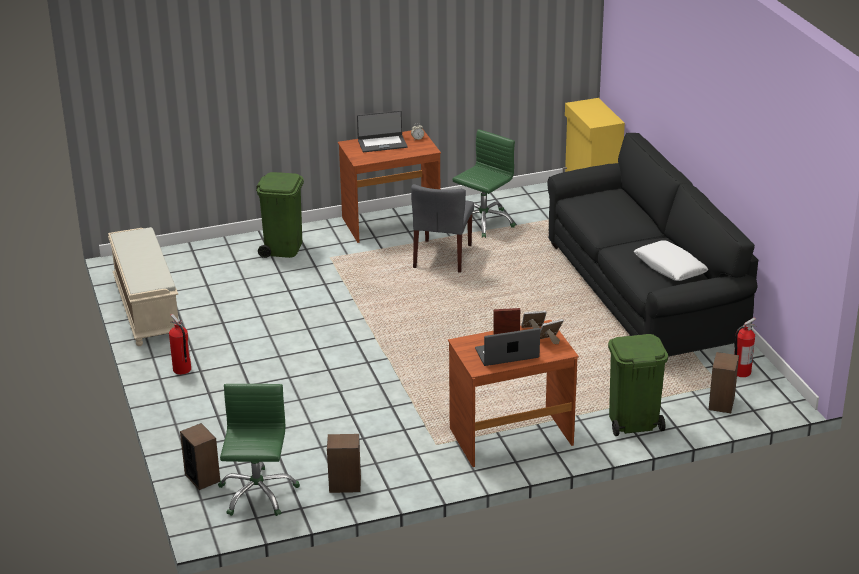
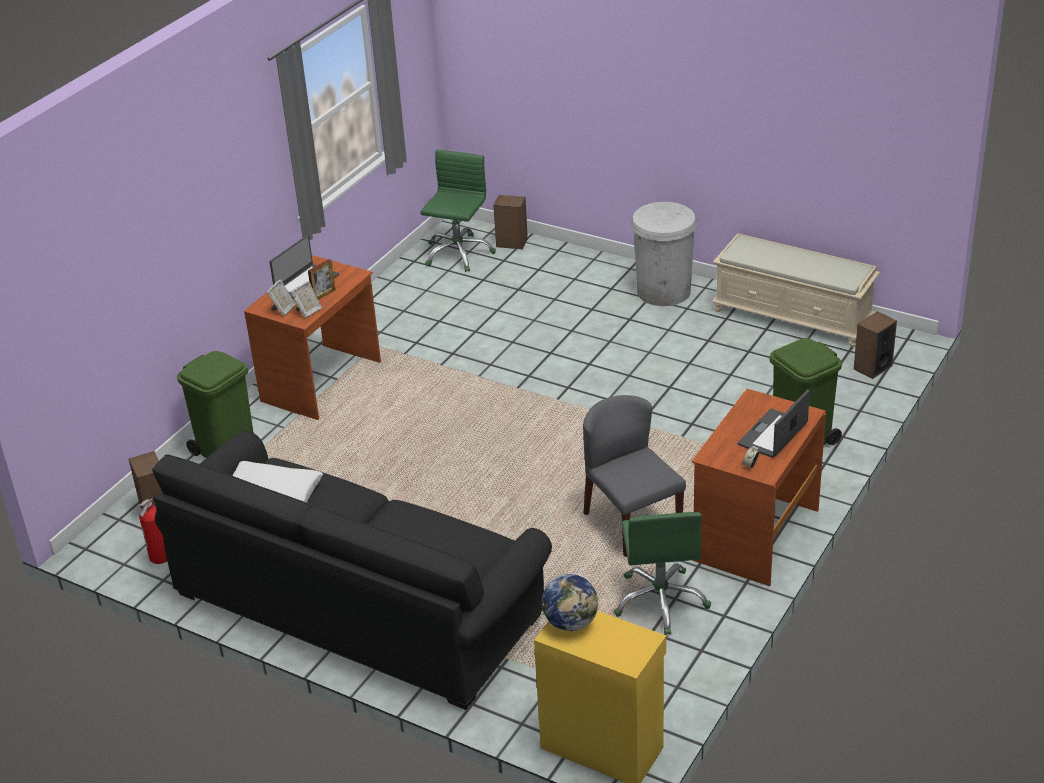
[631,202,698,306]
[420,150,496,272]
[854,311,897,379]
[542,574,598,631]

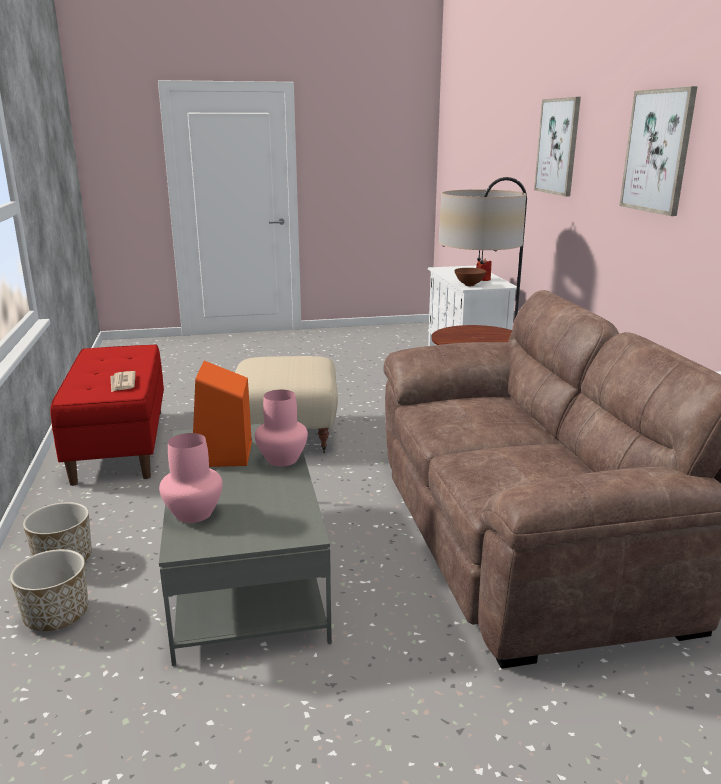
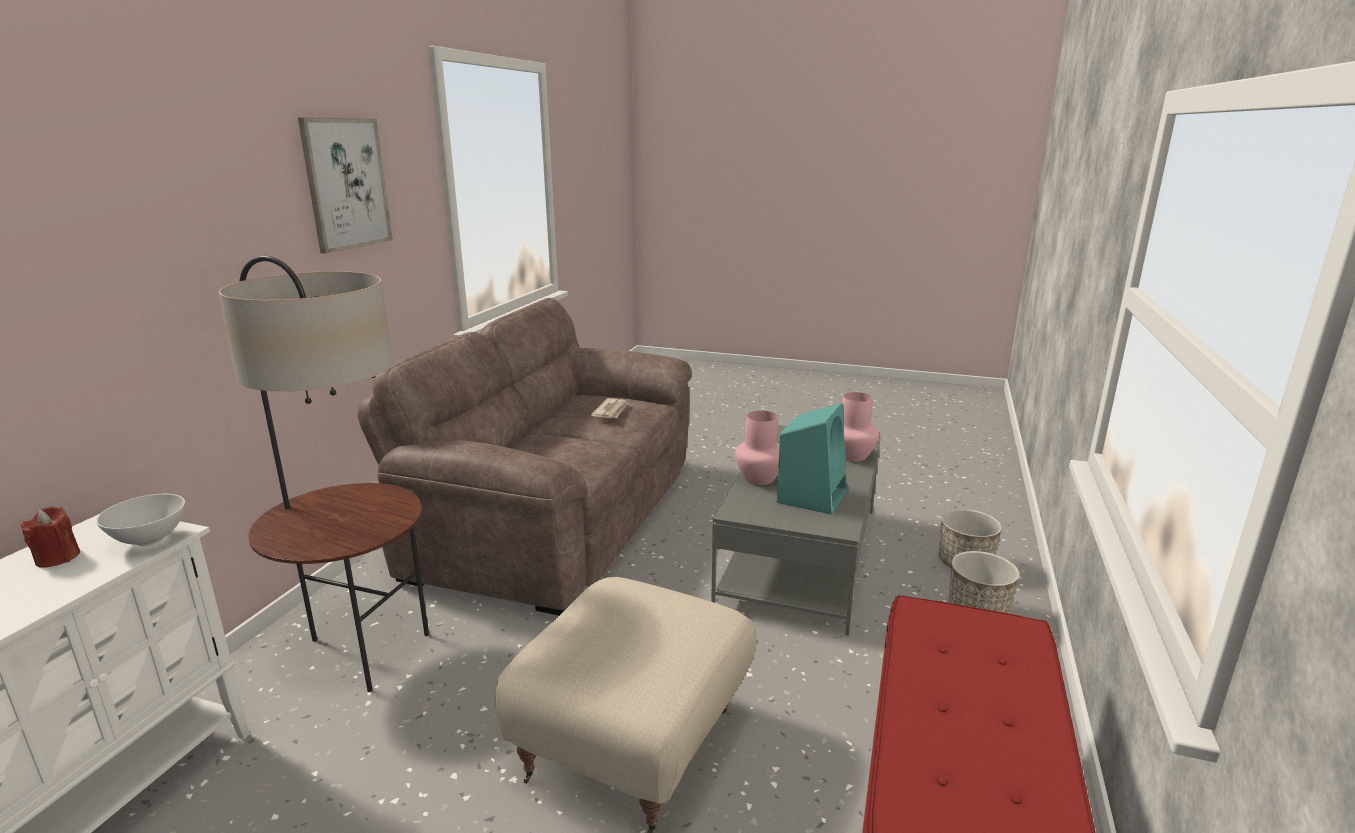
[534,97,581,197] (first image)
[96,494,185,546]
[777,403,847,514]
[591,398,628,418]

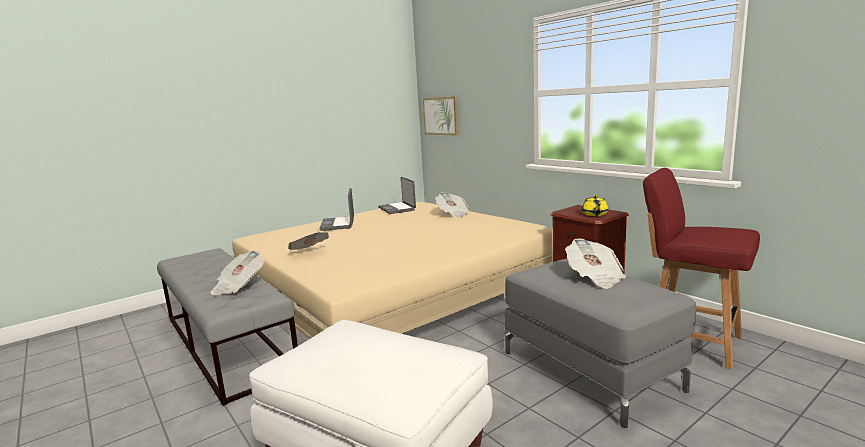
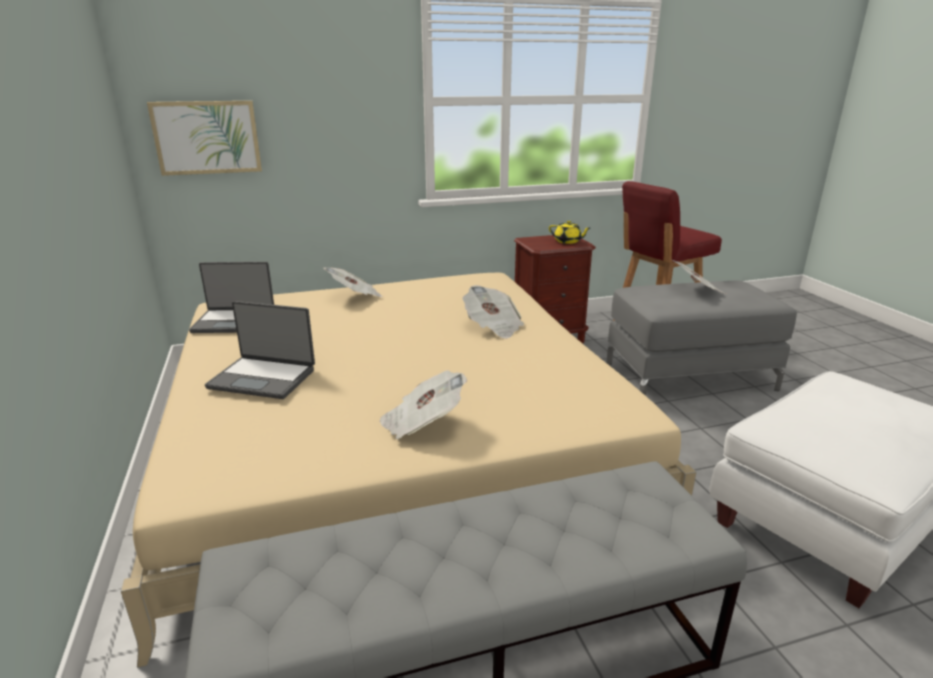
[463,285,524,339]

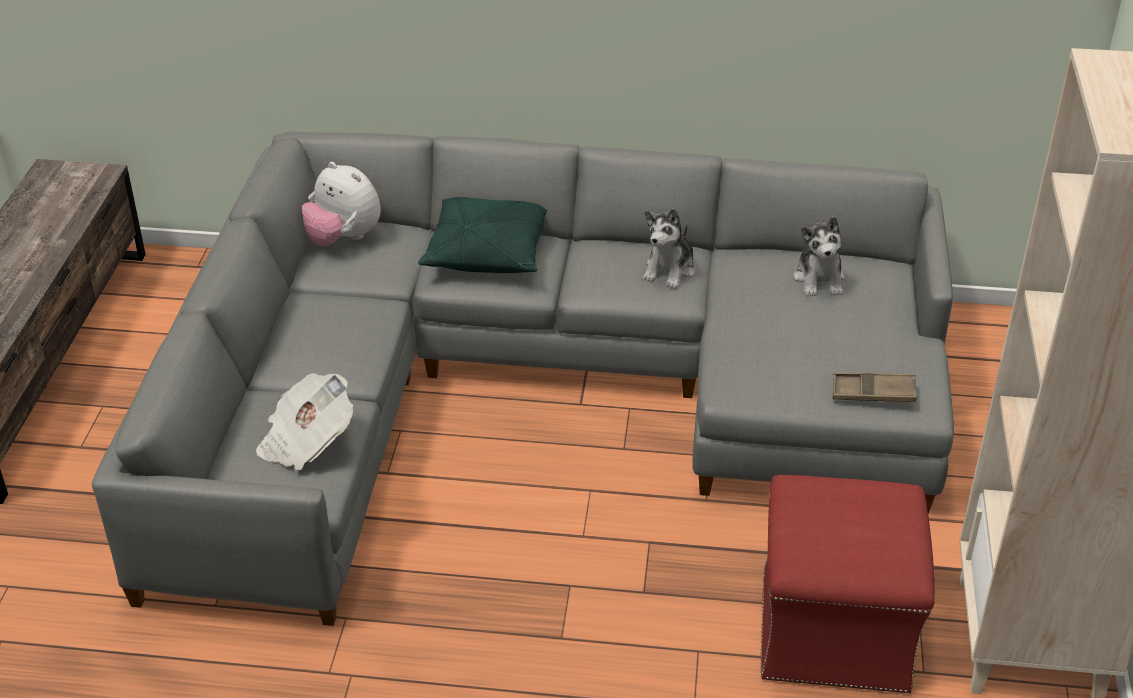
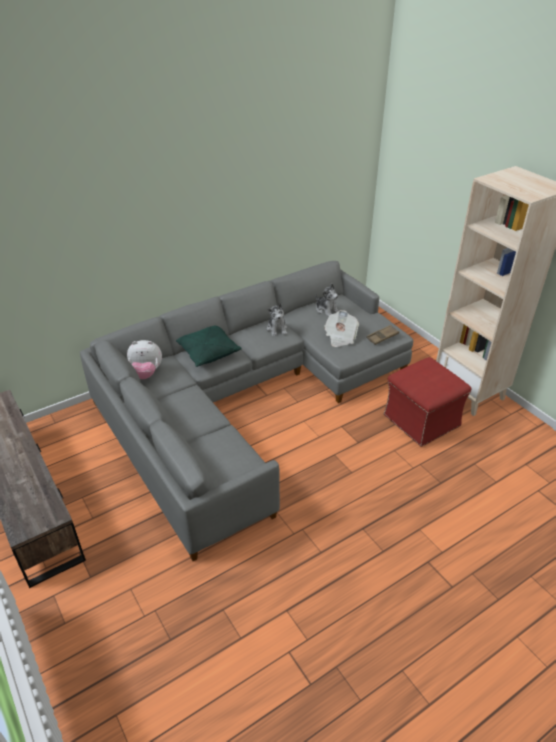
[324,310,359,347]

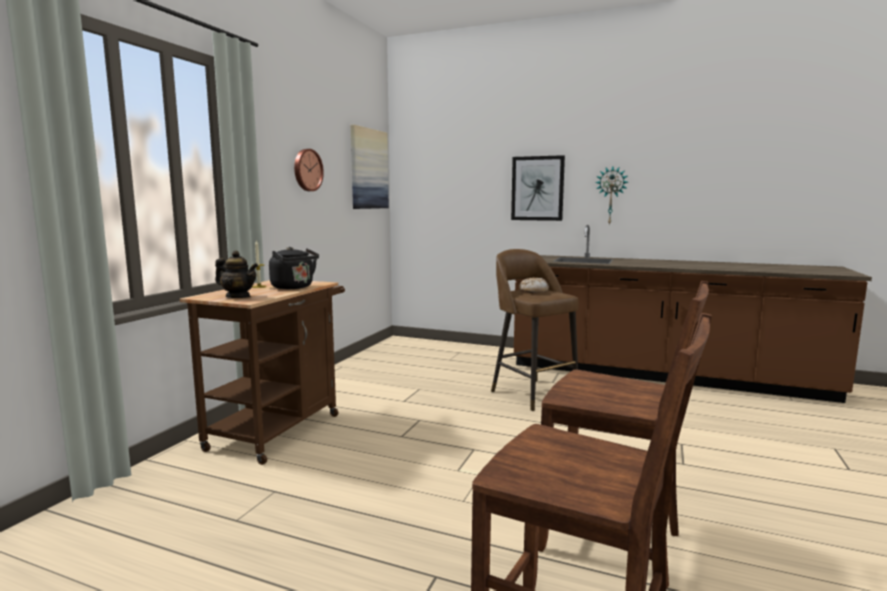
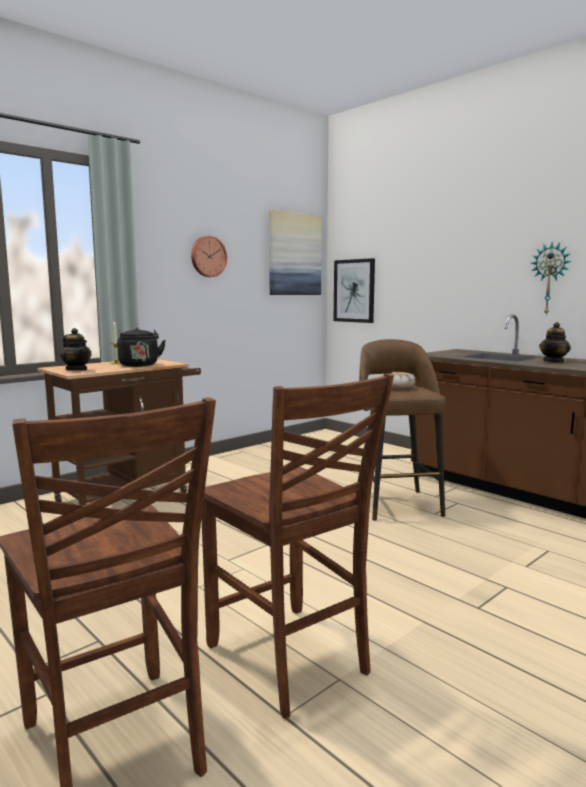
[334,258,375,323]
[539,322,571,363]

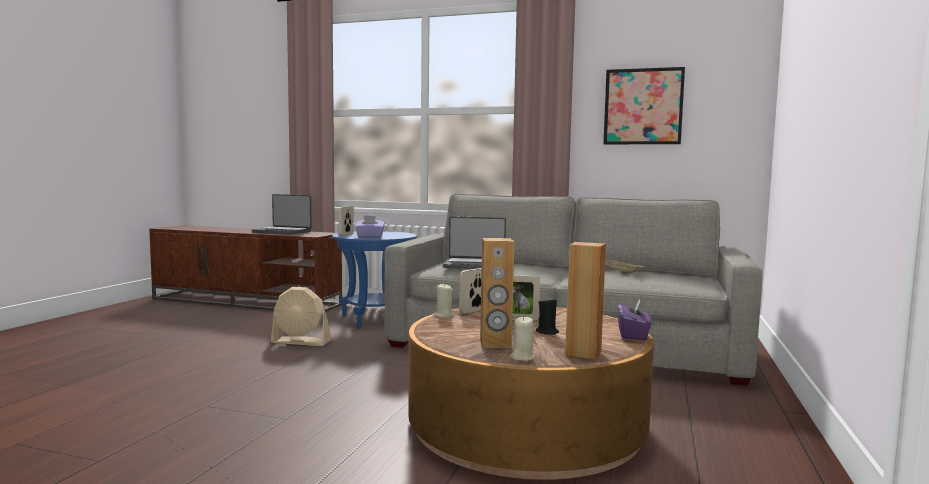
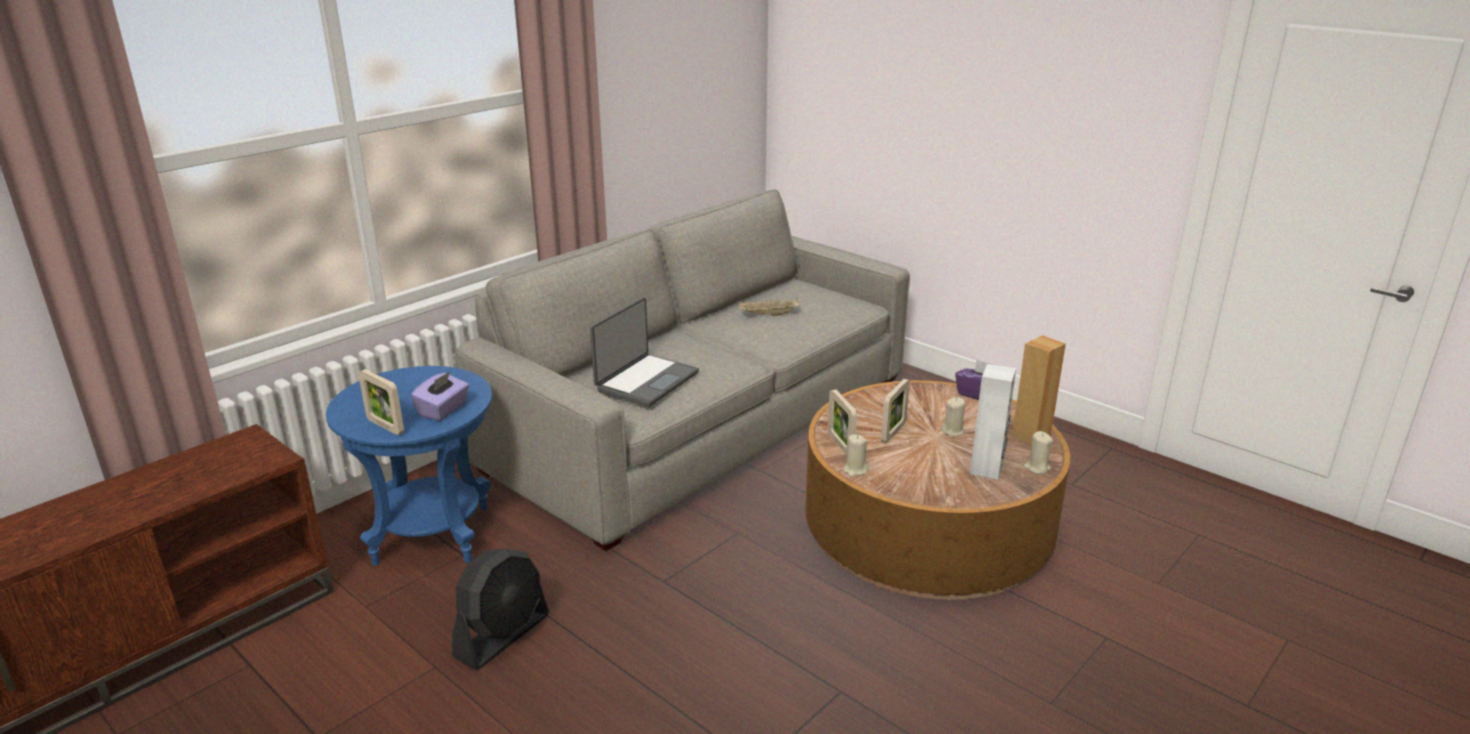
[603,67,685,144] (first image)
[252,194,312,235] (first image)
[970,364,1016,480]
[452,549,549,670]
[941,397,965,436]

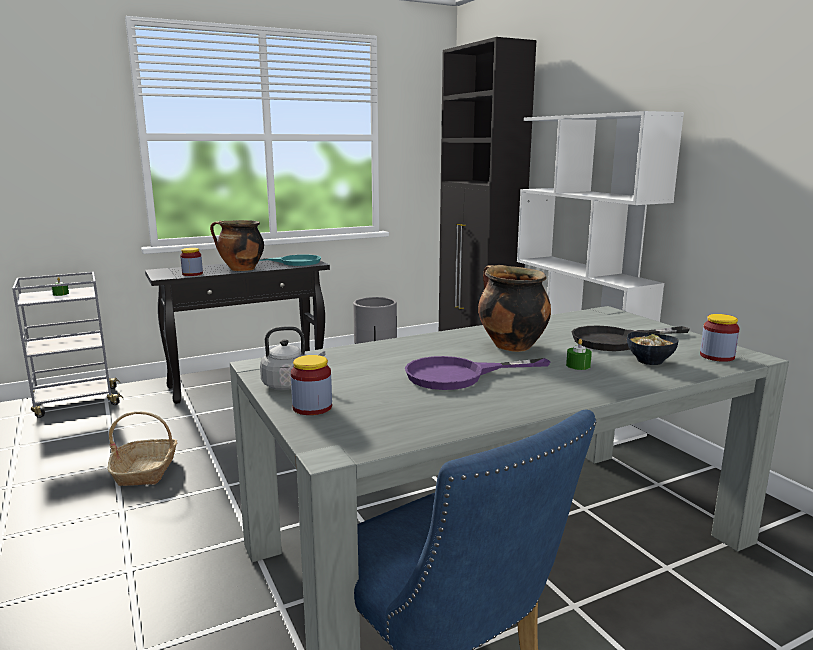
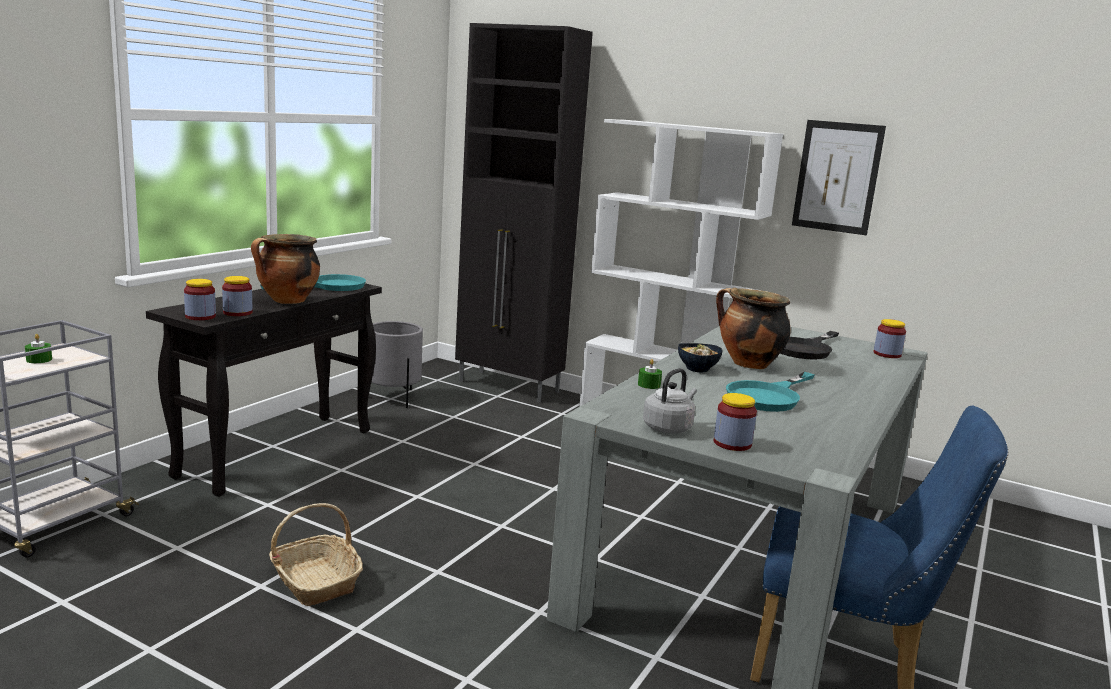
[678,343,723,372]
[638,359,662,389]
[726,372,815,412]
[792,120,886,235]
[184,279,216,320]

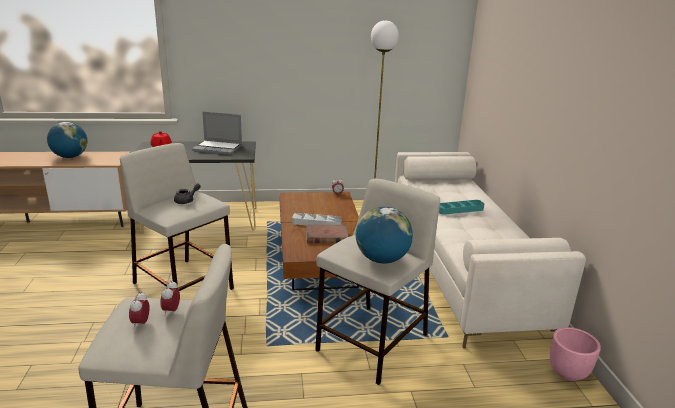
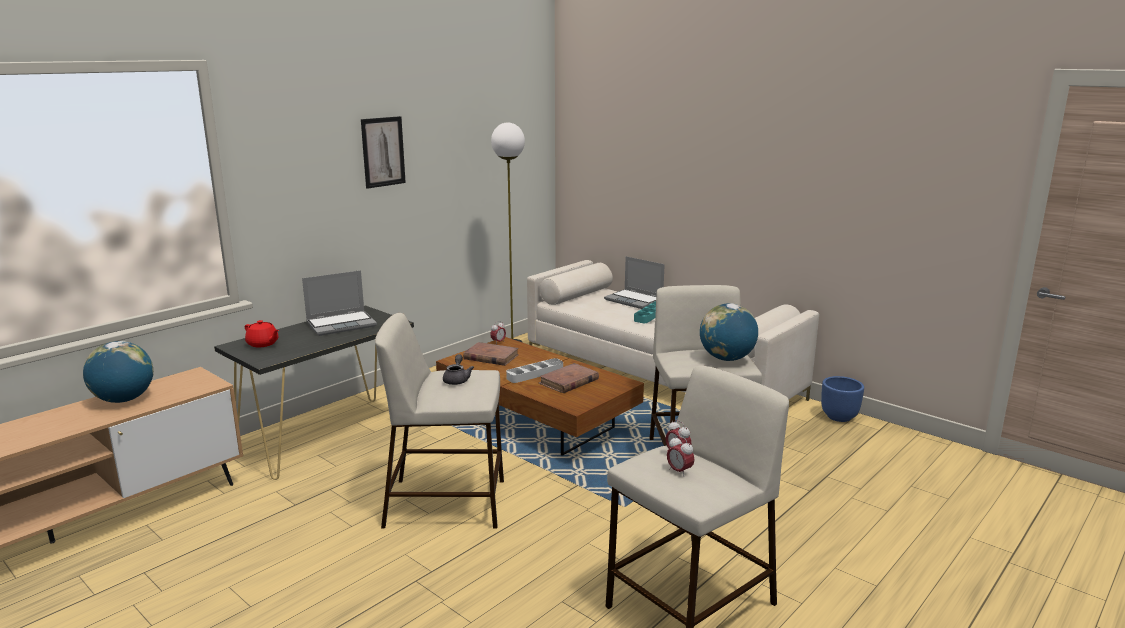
[821,376,864,422]
[361,116,406,189]
[604,256,665,309]
[463,342,519,366]

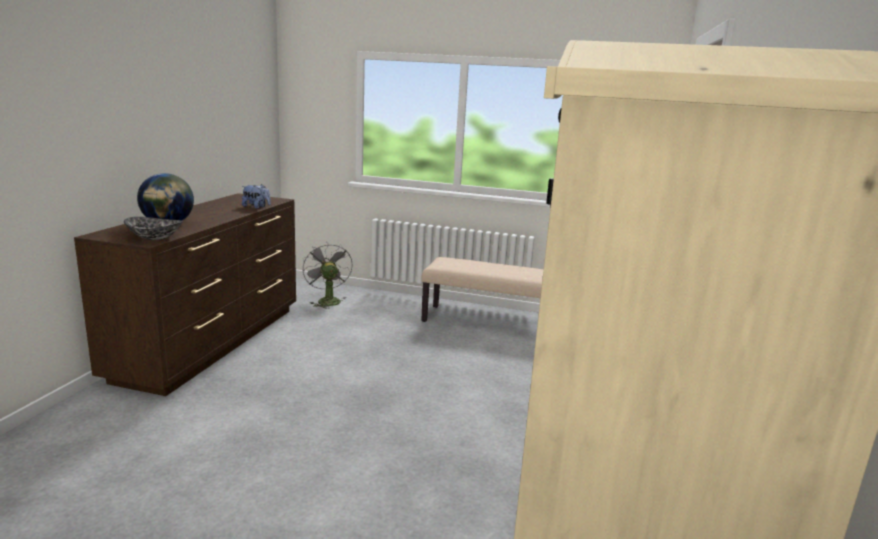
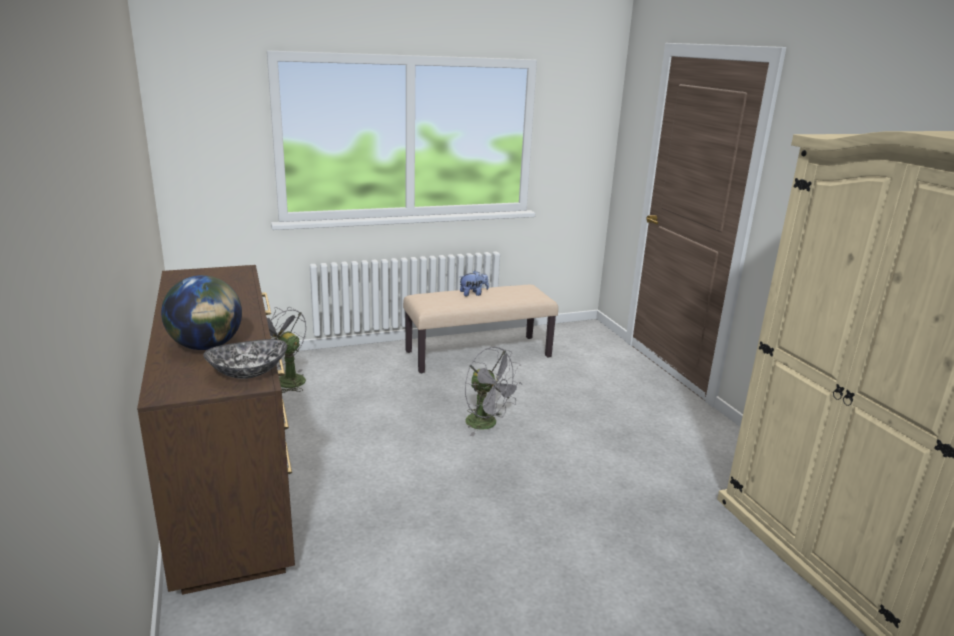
[460,271,489,296]
[465,347,522,436]

